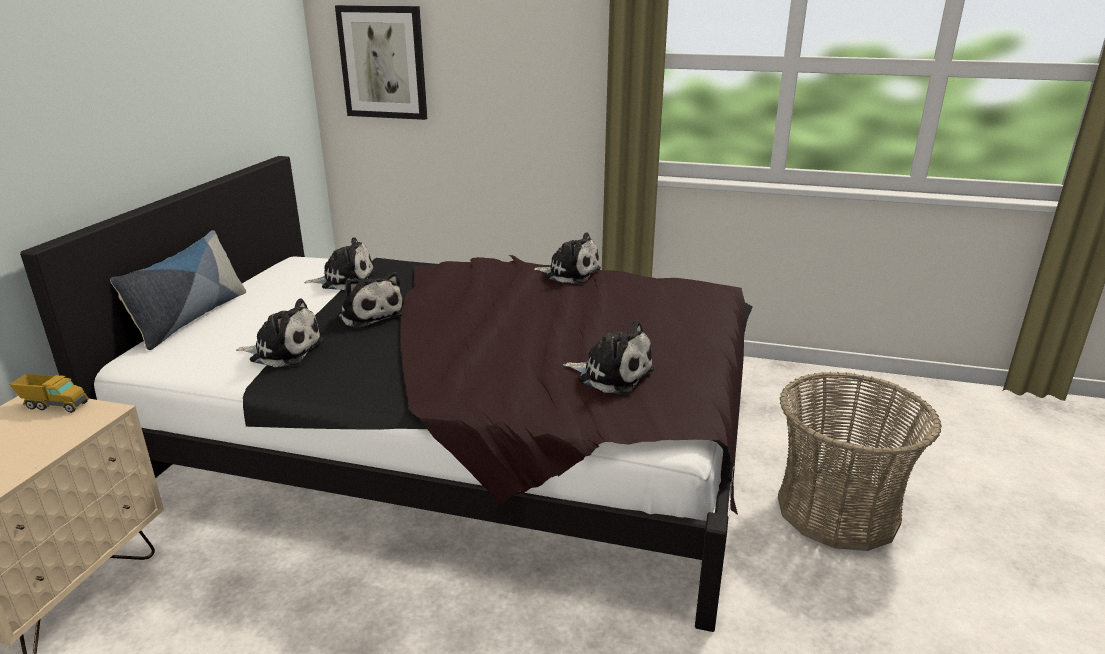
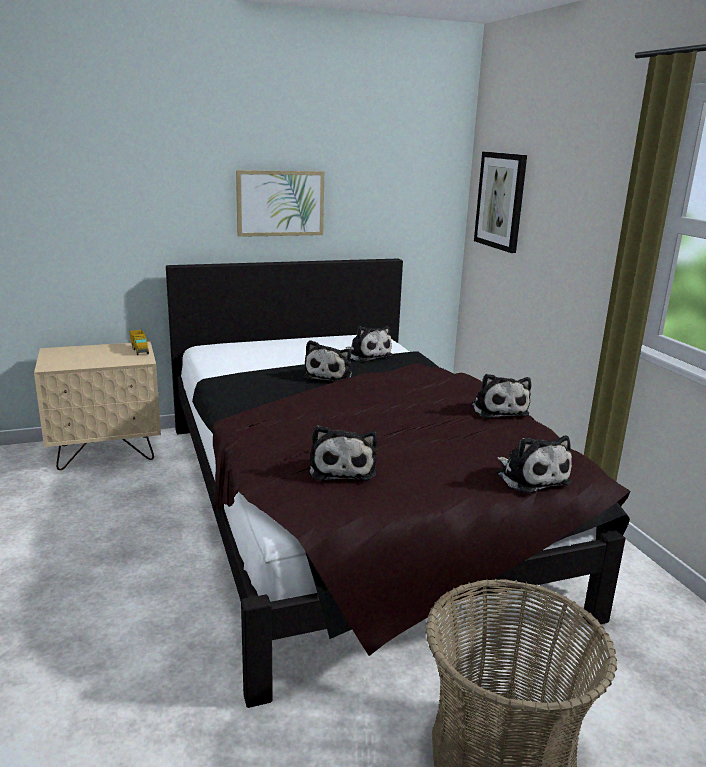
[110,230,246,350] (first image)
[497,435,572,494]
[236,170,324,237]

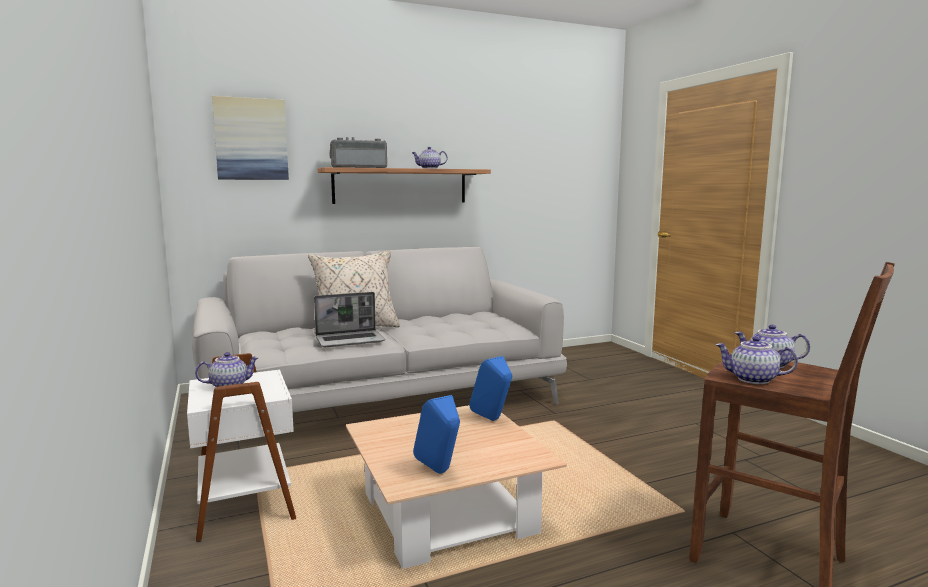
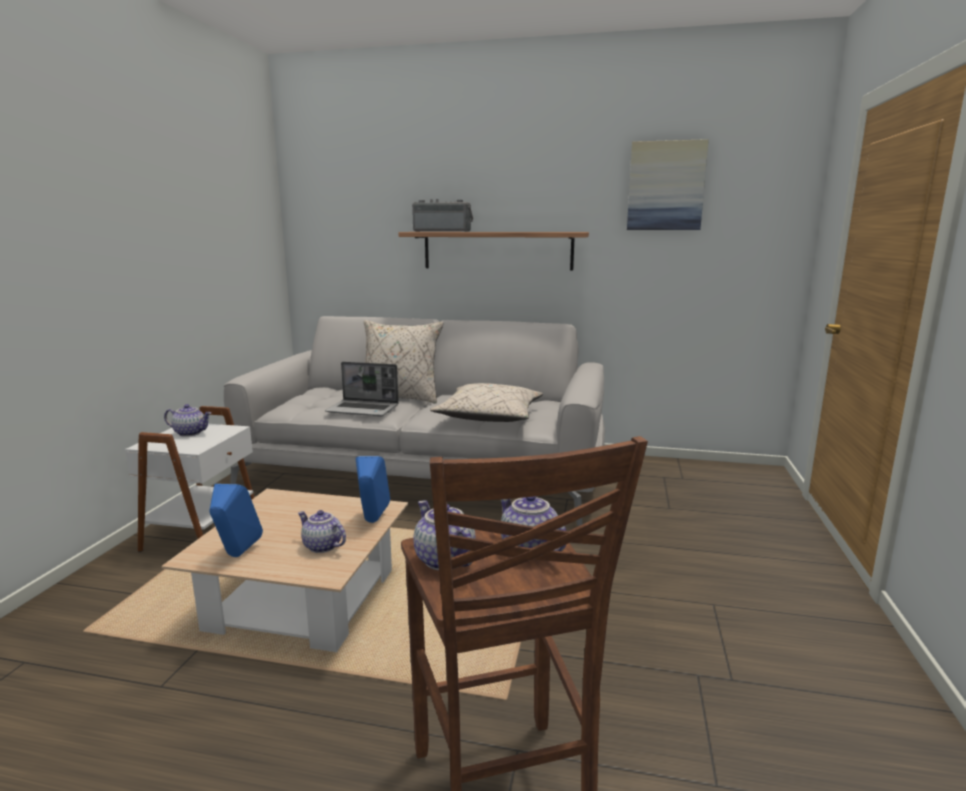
[627,139,709,230]
[298,510,346,553]
[430,383,543,422]

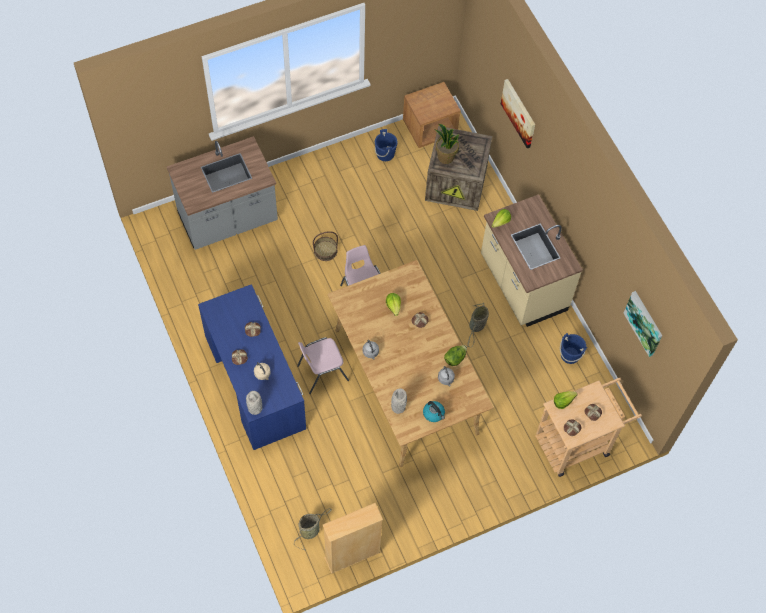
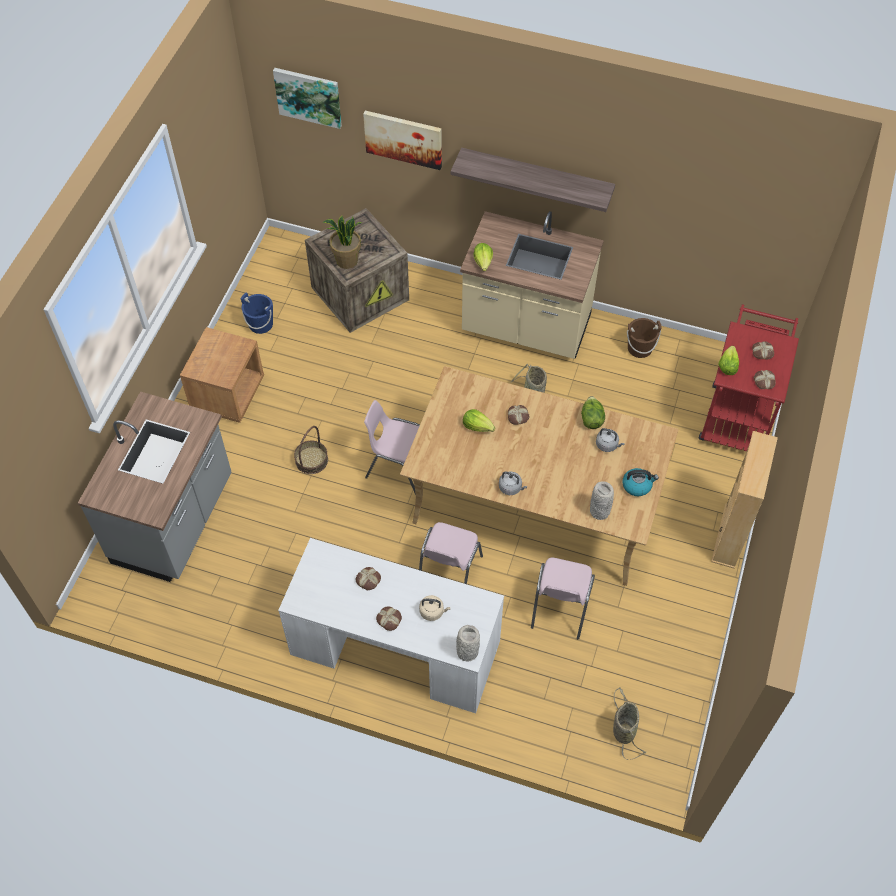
[180,327,264,423]
[278,538,504,713]
[273,68,342,129]
[627,318,662,358]
[698,304,799,451]
[711,431,778,568]
[451,148,615,212]
[531,558,595,639]

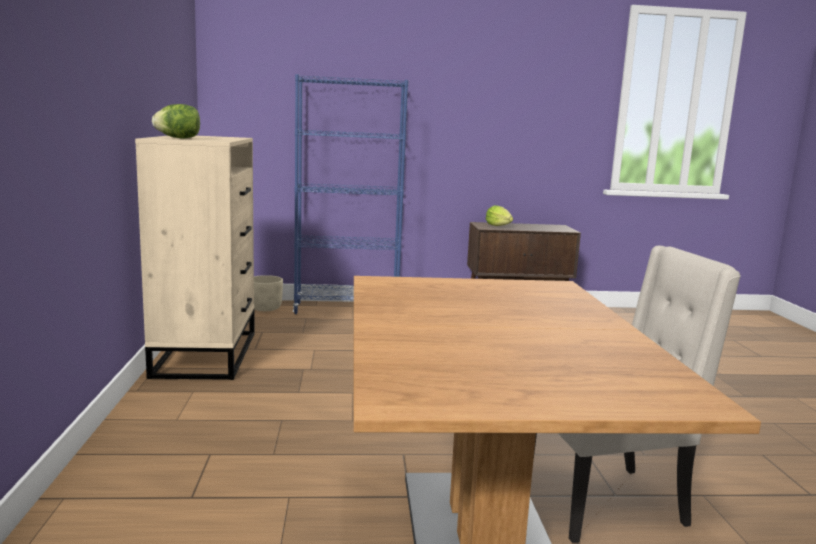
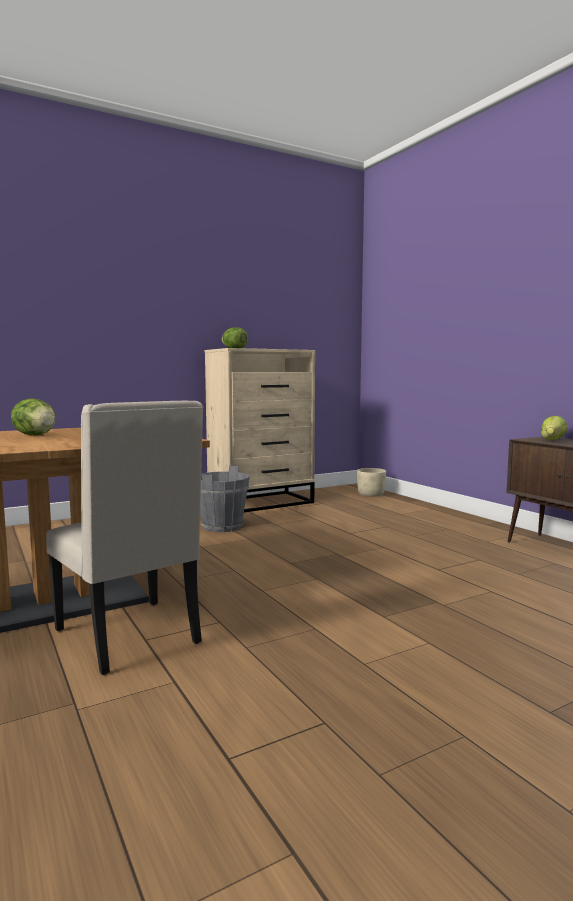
[293,74,409,314] (first image)
[11,398,56,436]
[200,465,250,532]

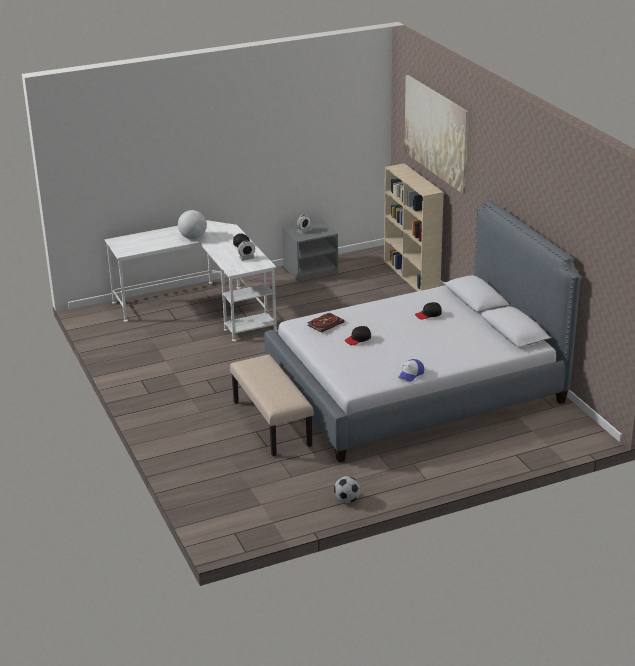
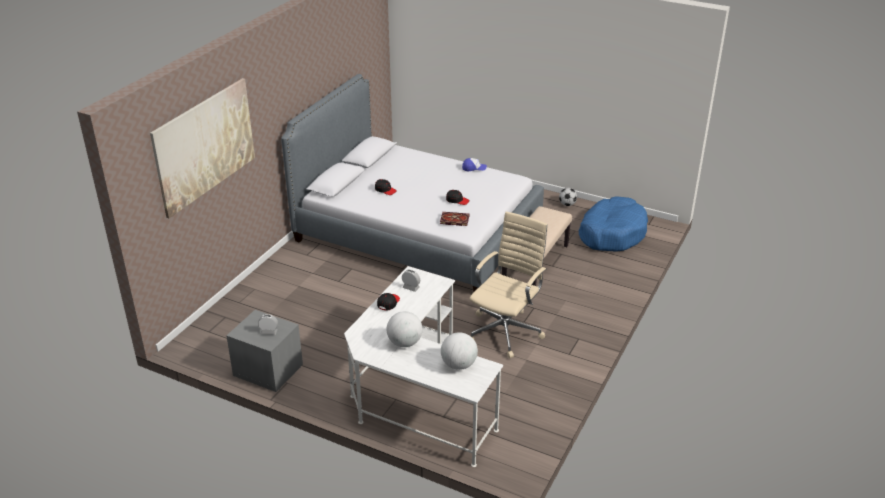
[384,164,444,291] (first image)
[579,196,648,252]
[470,212,548,358]
[441,332,478,370]

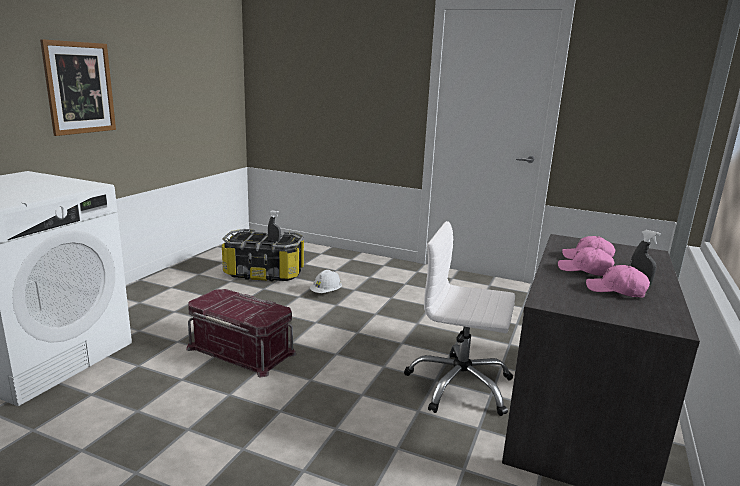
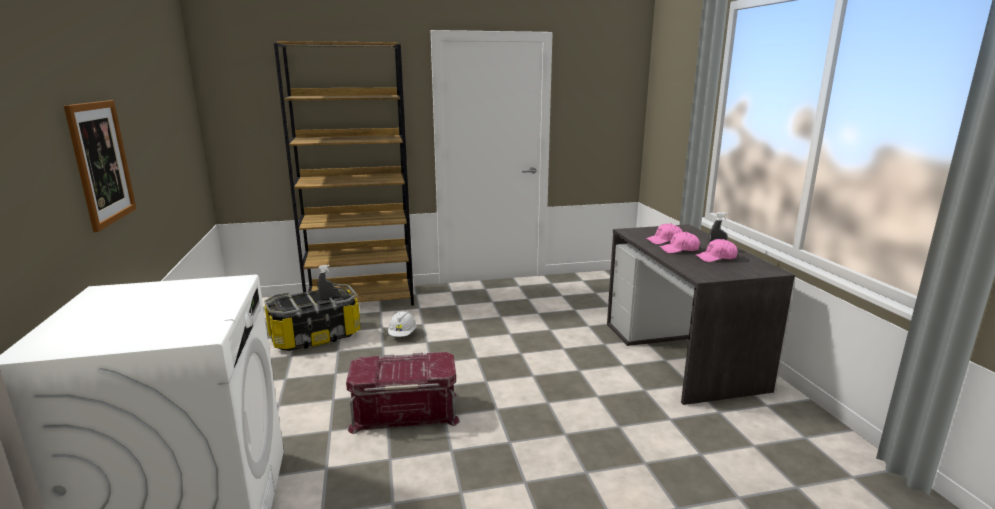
[404,221,515,416] (first image)
[274,41,414,306]

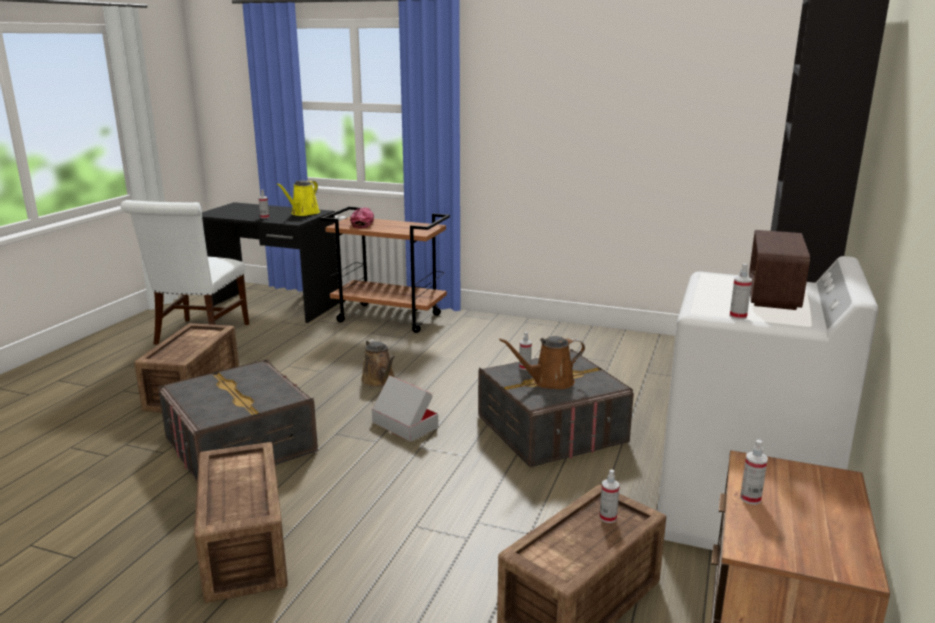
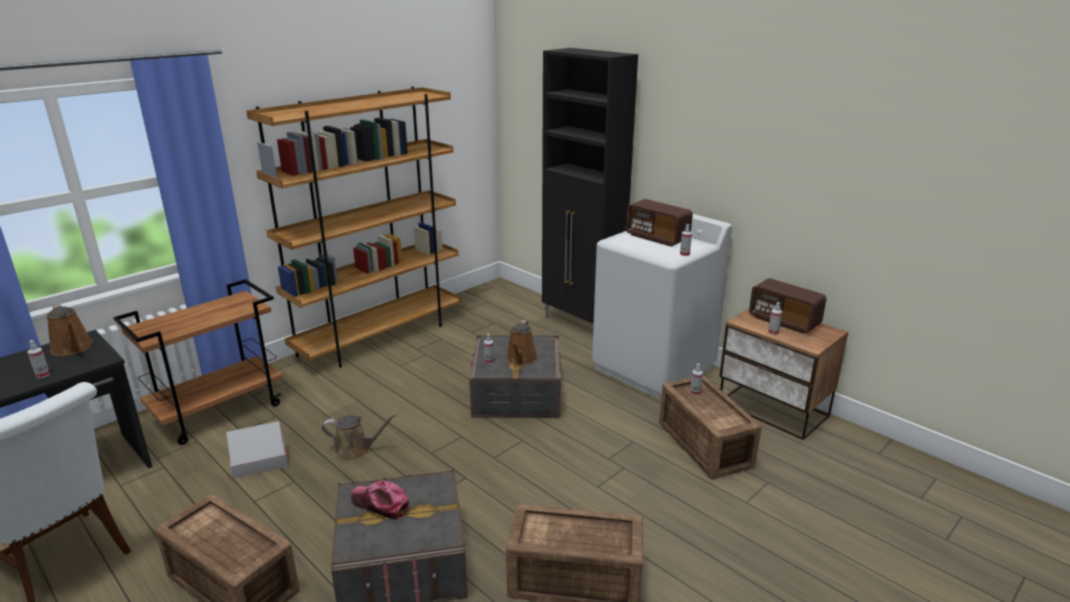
[47,304,93,356]
[351,480,409,519]
[226,421,288,479]
[246,86,461,368]
[749,278,826,333]

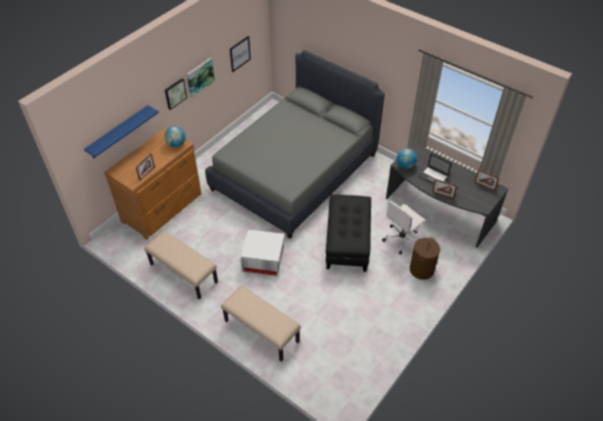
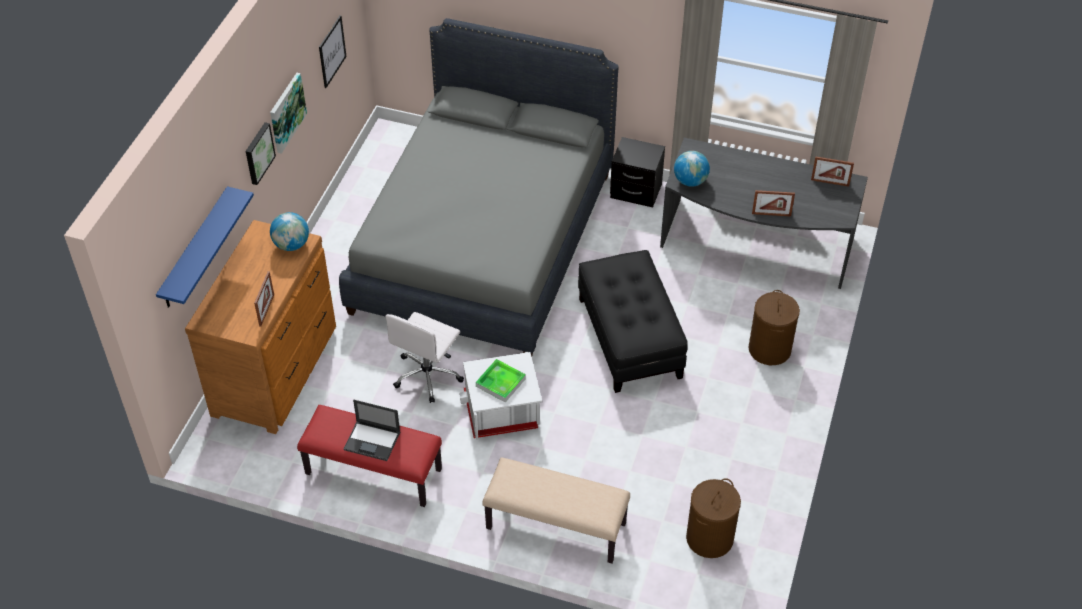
[344,400,400,461]
[385,312,464,403]
[297,405,442,507]
[610,137,665,207]
[476,359,526,402]
[686,478,741,558]

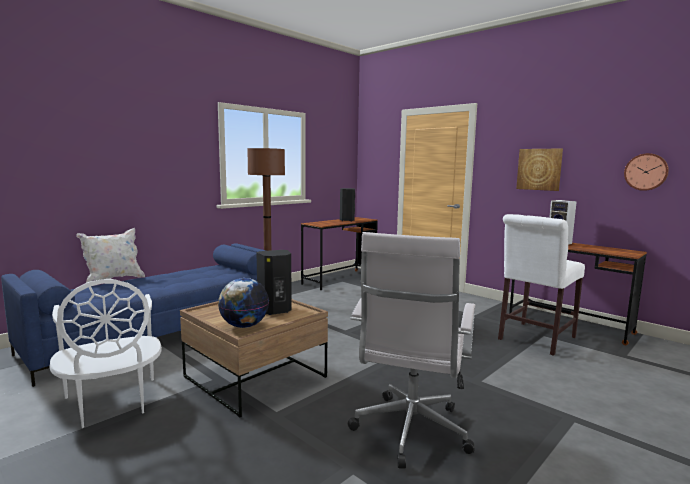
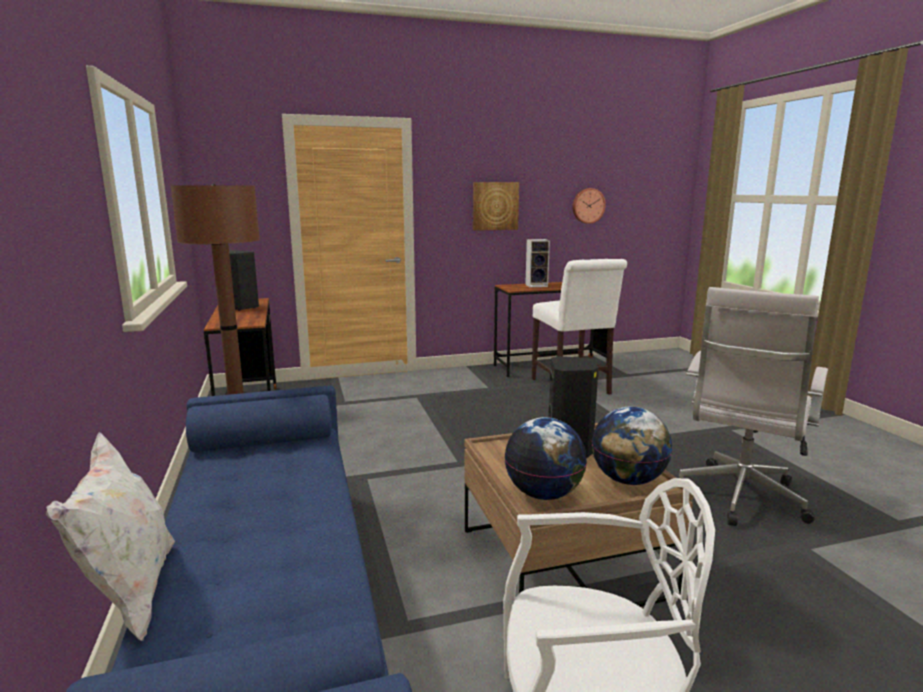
[676,287,828,526]
[504,417,587,500]

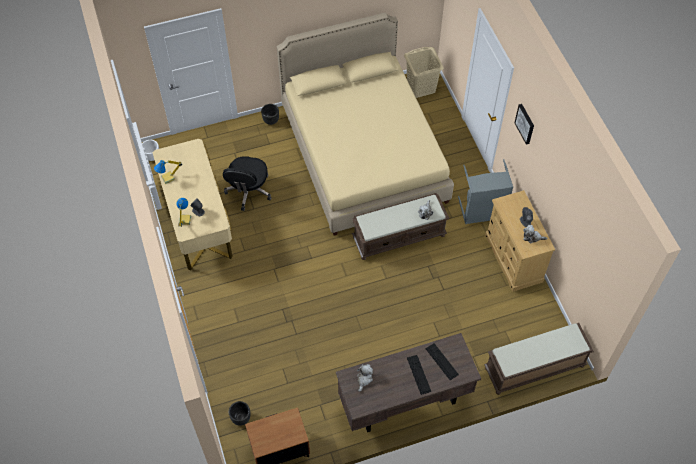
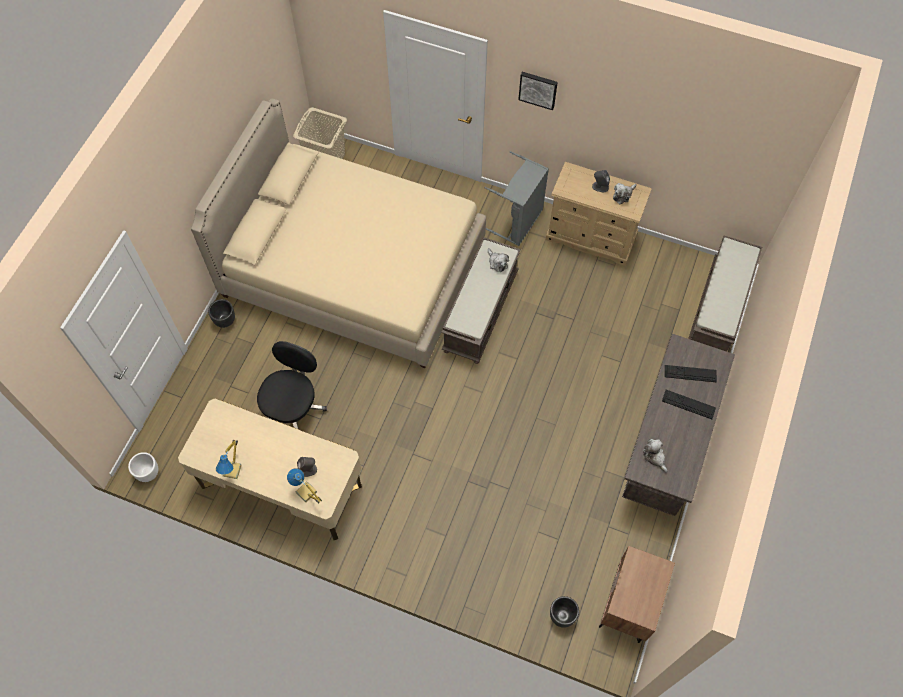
[257,341,327,429]

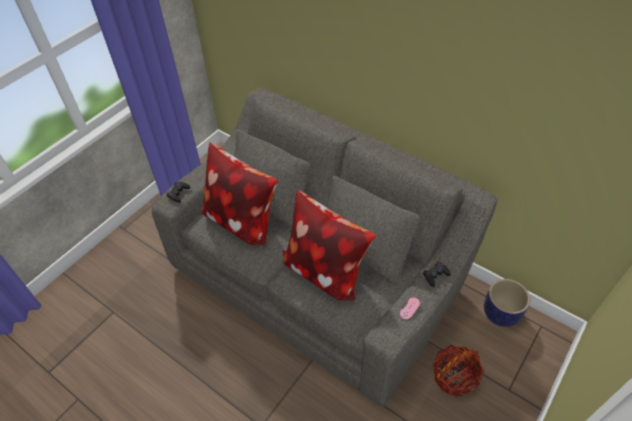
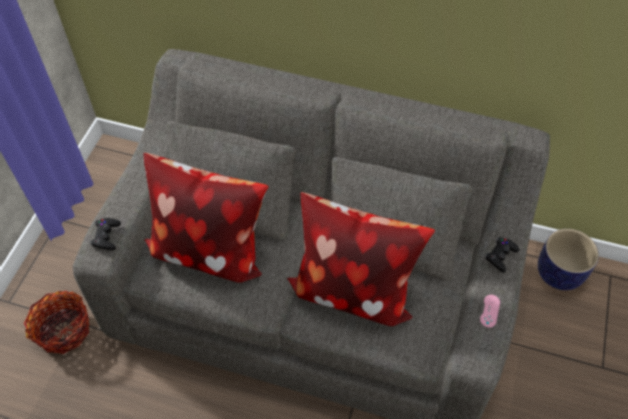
[24,291,90,354]

